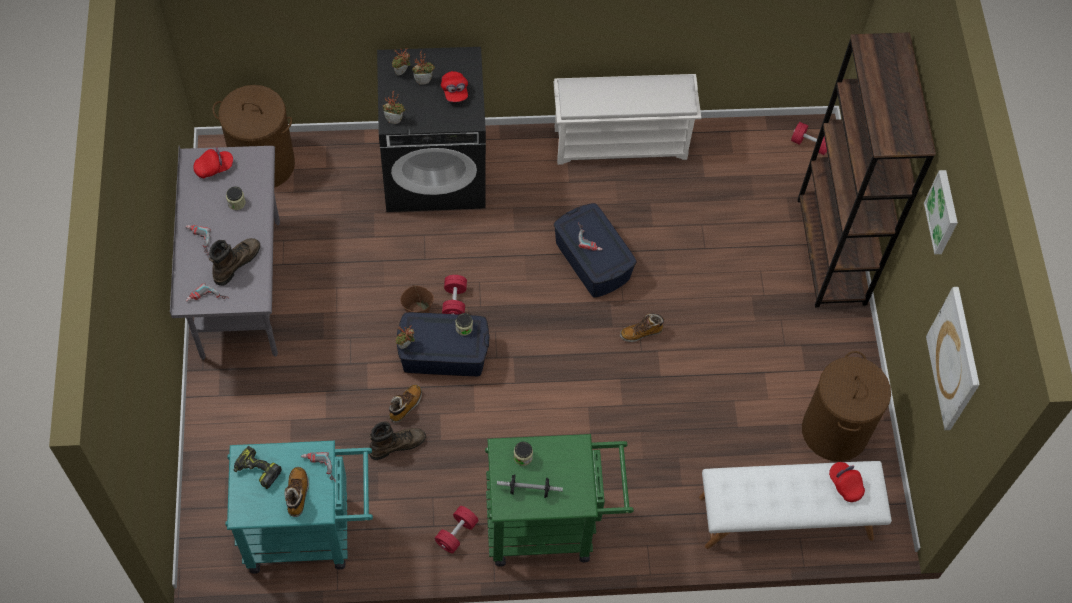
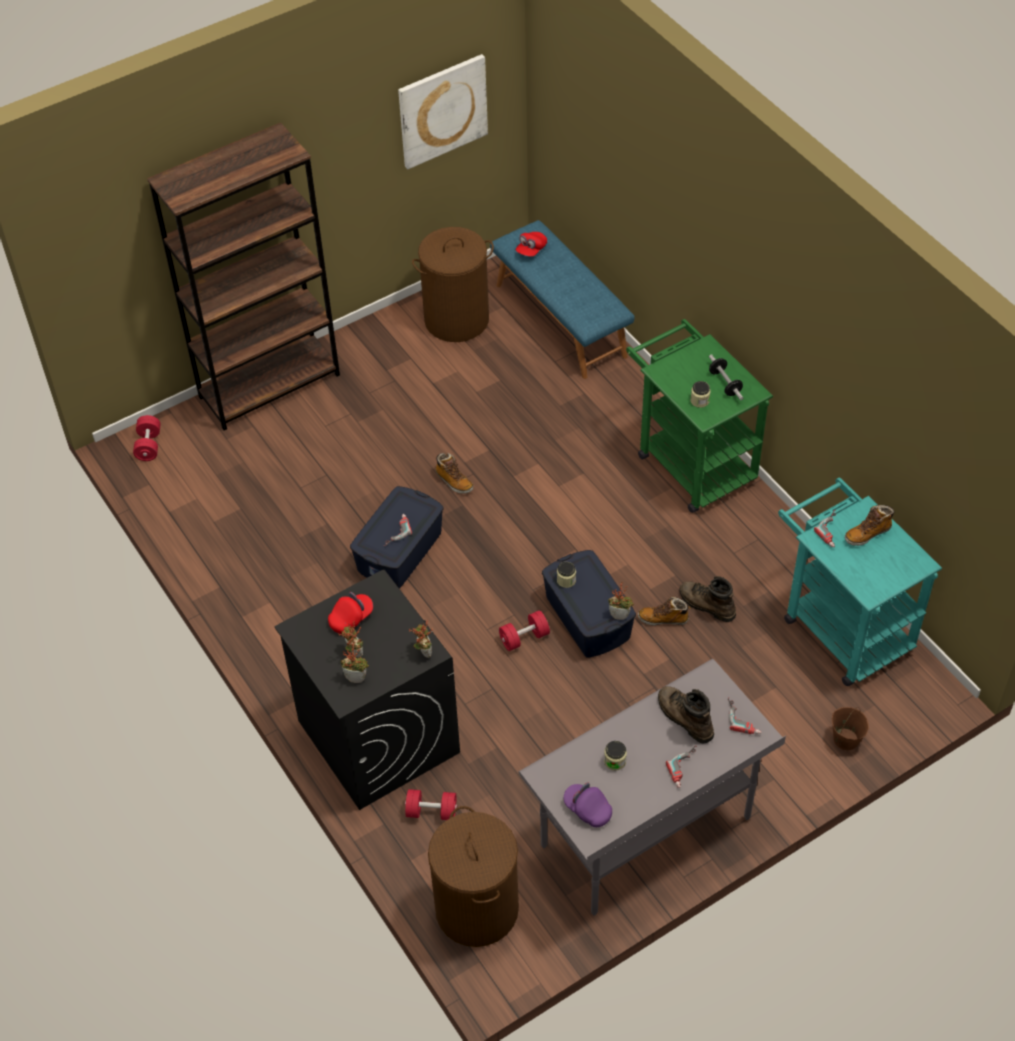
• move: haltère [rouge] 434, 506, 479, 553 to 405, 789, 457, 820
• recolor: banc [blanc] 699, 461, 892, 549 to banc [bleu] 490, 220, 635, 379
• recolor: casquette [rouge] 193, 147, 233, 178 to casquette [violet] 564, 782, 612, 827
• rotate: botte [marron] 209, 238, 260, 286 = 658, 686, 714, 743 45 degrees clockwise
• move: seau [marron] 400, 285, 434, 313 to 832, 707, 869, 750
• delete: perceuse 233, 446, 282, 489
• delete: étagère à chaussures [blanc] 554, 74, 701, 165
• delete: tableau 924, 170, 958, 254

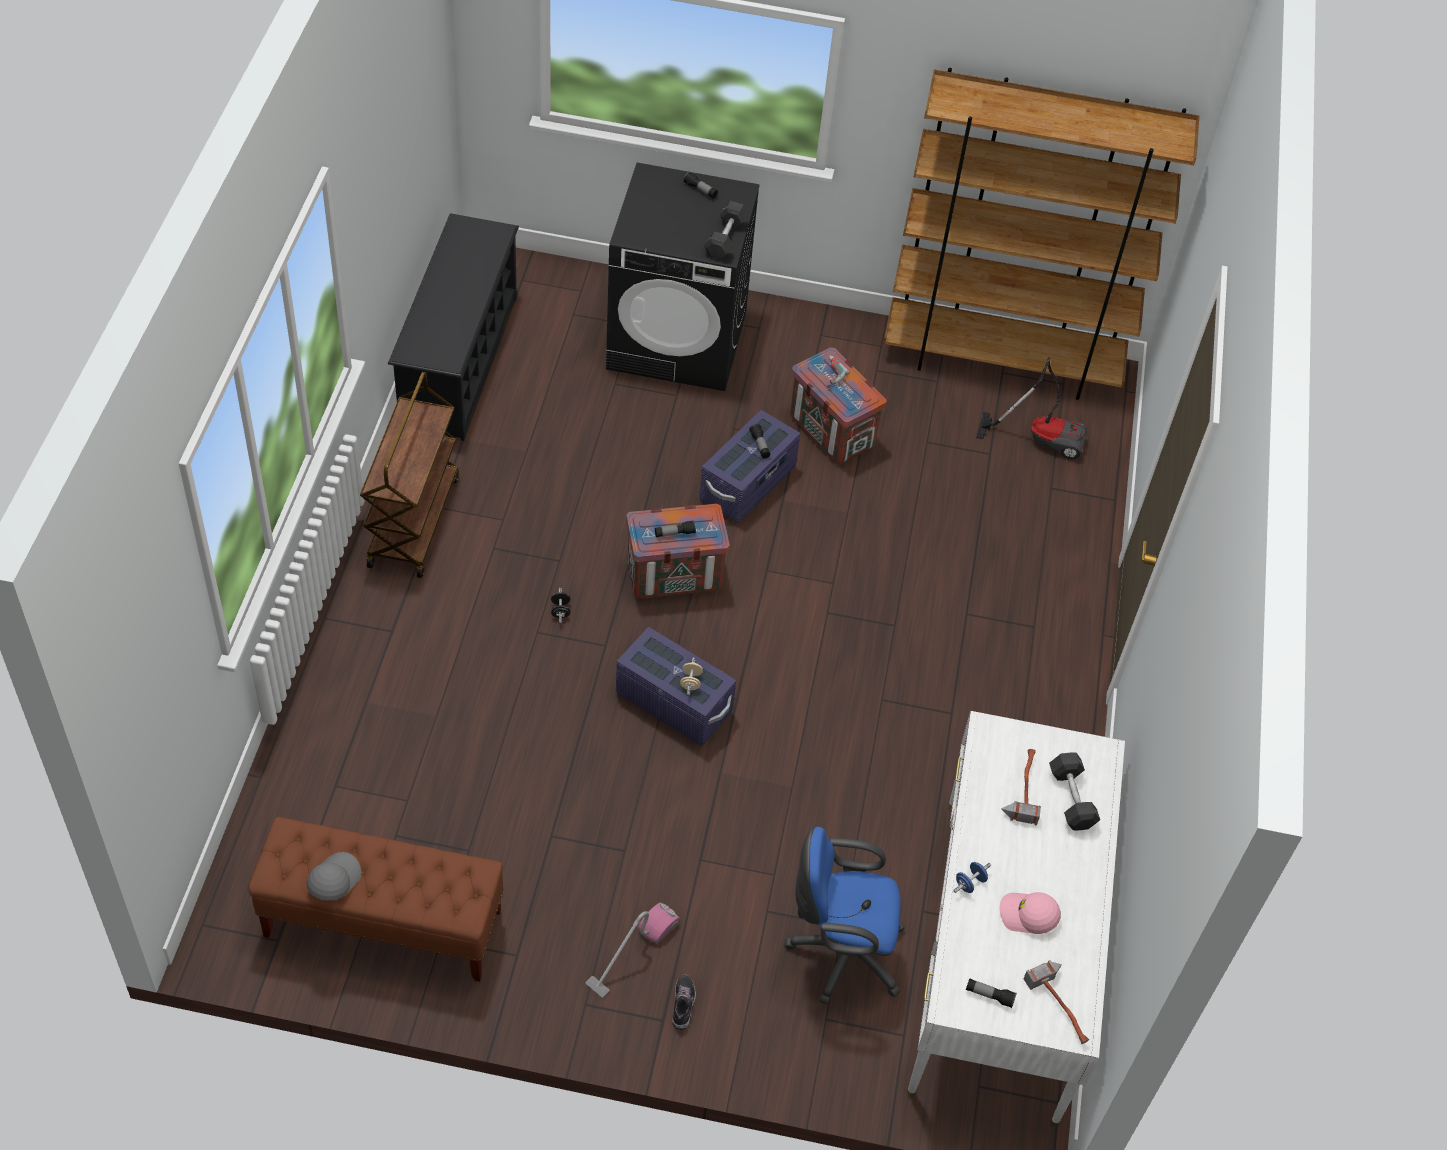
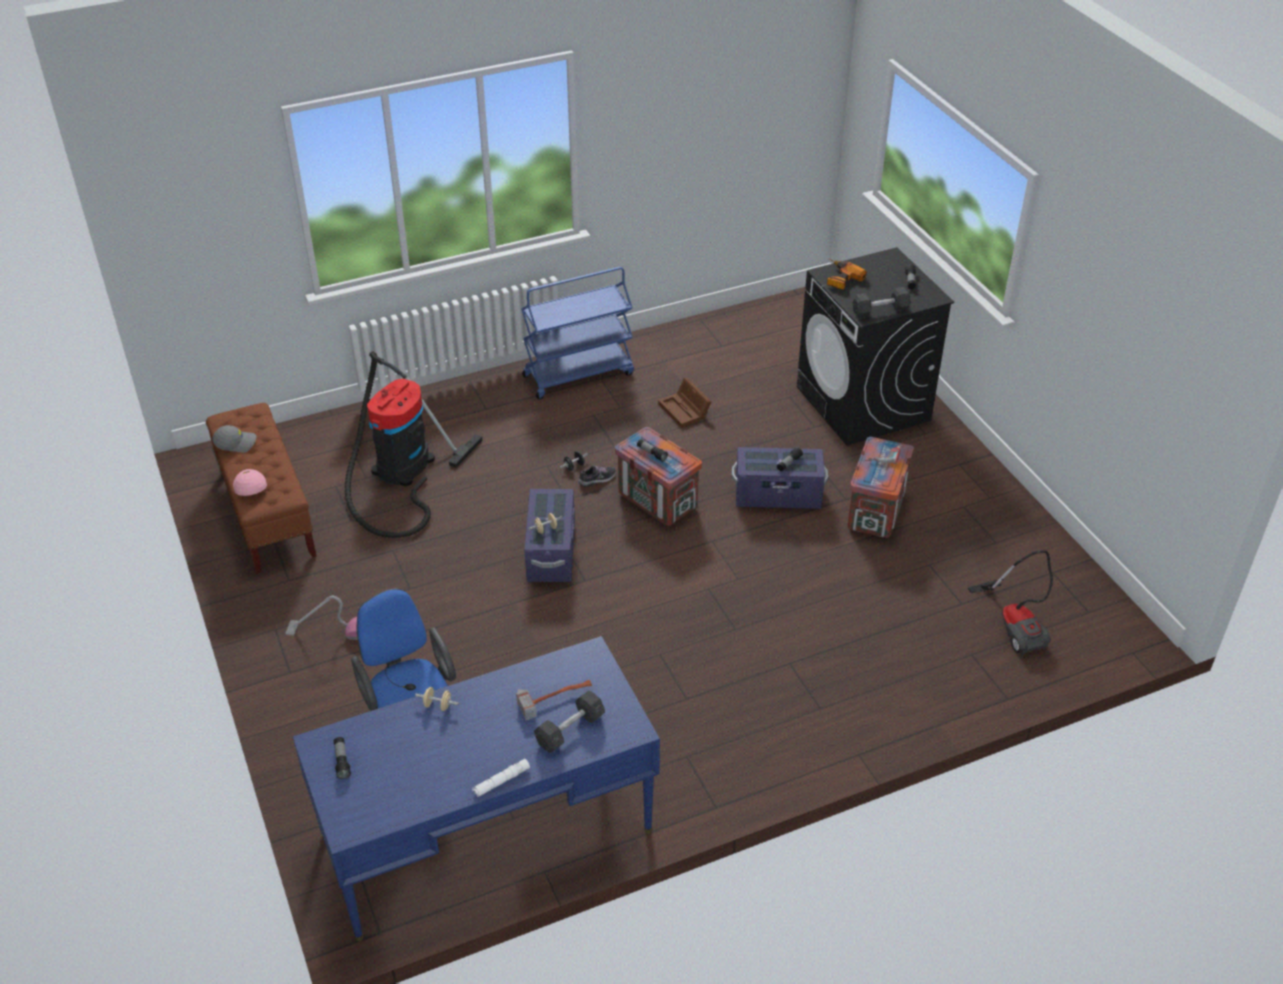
• move: casquette [rose] 999, 892, 1061, 934 to 233, 469, 267, 496
• recolor: bureau [blanc] 907, 711, 1125, 1127 to bureau [bleu] 293, 636, 660, 942
• insert: aspirateur 345, 351, 482, 538
• recolor: haltère [bleu] 953, 862, 991, 893 to haltère [beige] 415, 687, 459, 711
• insert: lampe de poche [blanc] 472, 759, 530, 797
• recolor: chariot [marron] 360, 372, 459, 578 to chariot [bleu] 521, 267, 634, 399
• move: chaussure 673, 975, 696, 1030 to 579, 466, 616, 487
• insert: boîte de rangement [marron] 658, 378, 711, 428
• insert: perceuse 827, 259, 867, 290
• delete: étagère à chaussures [noir] 388, 213, 519, 441
• delete: bibliothèque [marron] 883, 68, 1199, 400
• delete: marteau 1023, 960, 1089, 1044

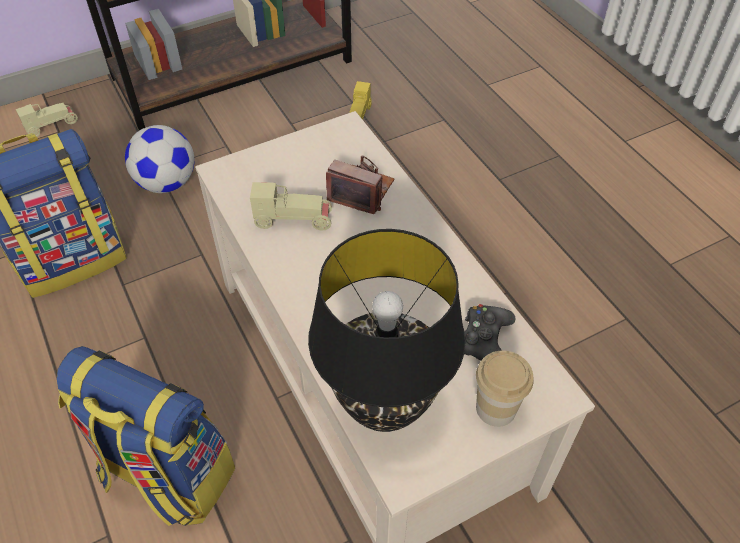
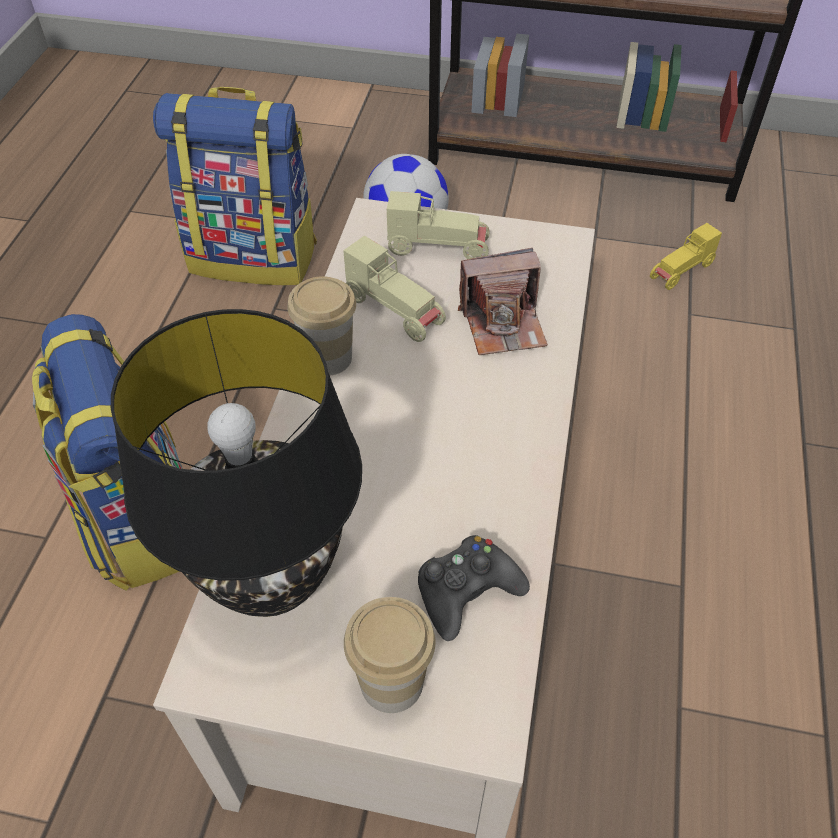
• insert: tasse 287, 276, 356, 376
• move: petite voiture [beige] 16, 103, 78, 137 to 387, 191, 490, 259
• rotate: appareil photo 326, 155, 394, 214 = 458, 248, 548, 355 105 degrees clockwise

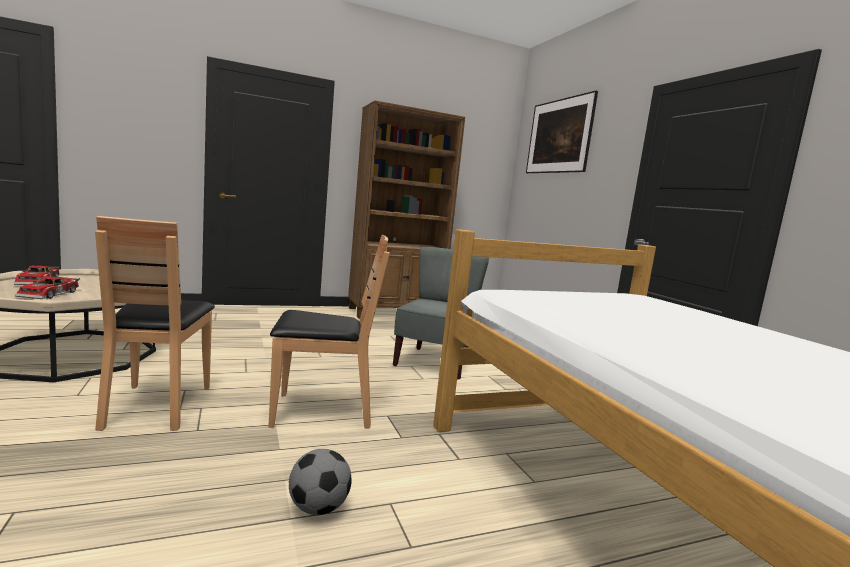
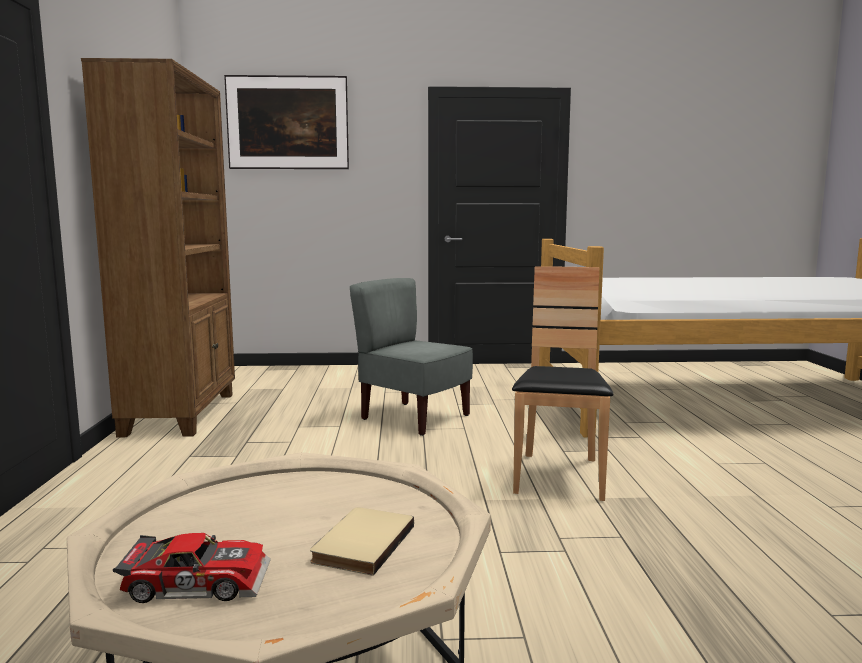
• replace: petite voiture 15, 276, 80, 299 to livre [beige] 310, 507, 414, 576
• delete: chaise [marron] 95, 216, 215, 431
• delete: ballon de foot 289, 449, 352, 515

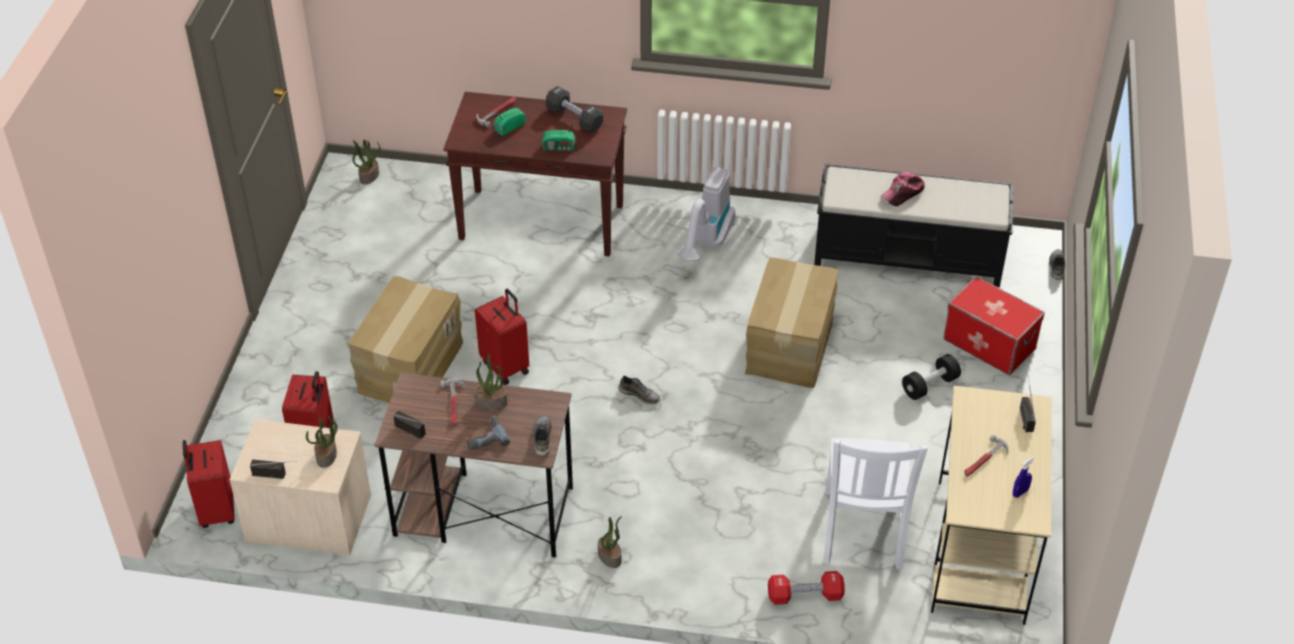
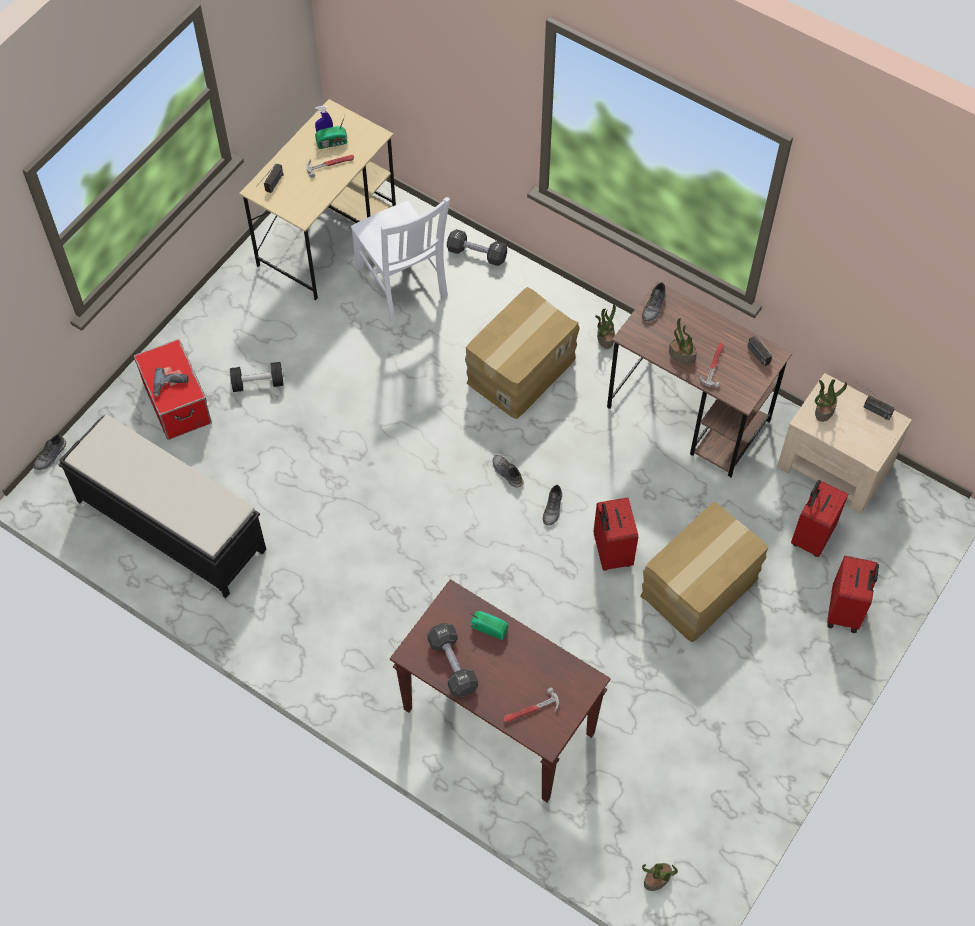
• move: perceuse 467, 417, 510, 450 to 153, 368, 188, 397
• move: radio 494, 108, 526, 136 to 315, 116, 347, 149
• rotate: chaise [blanc] 823, 438, 928, 569 = 351, 197, 450, 322 120 degrees clockwise
• recolor: haltère [rouge] 768, 571, 845, 605 to haltère [noir] 447, 229, 507, 266
• move: carton 745, 257, 838, 388 to 465, 287, 580, 419
• insert: chaussure [gris] 543, 485, 562, 526
• move: valise [rouge] 183, 440, 235, 528 to 827, 556, 879, 633
• delete: aspirateur 677, 167, 735, 261
• delete: casquette 881, 172, 925, 206

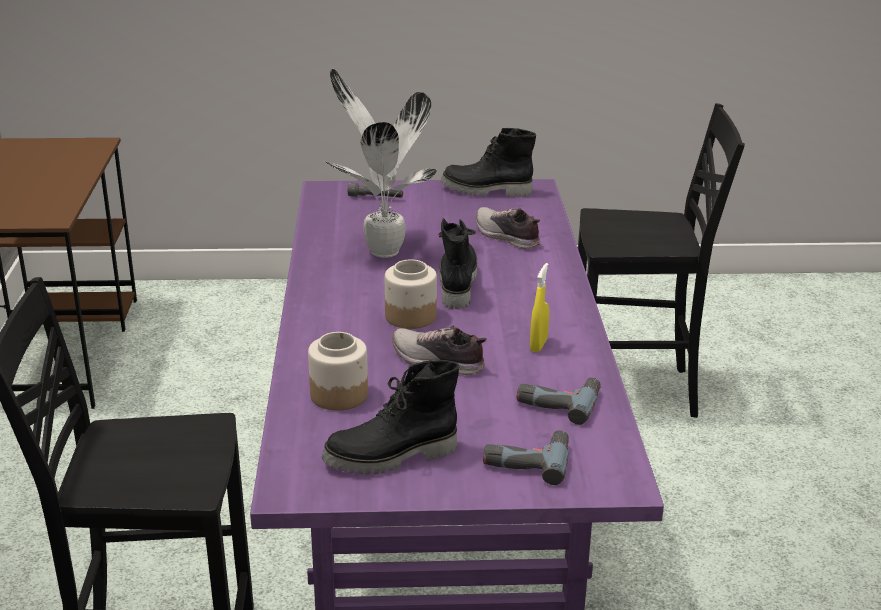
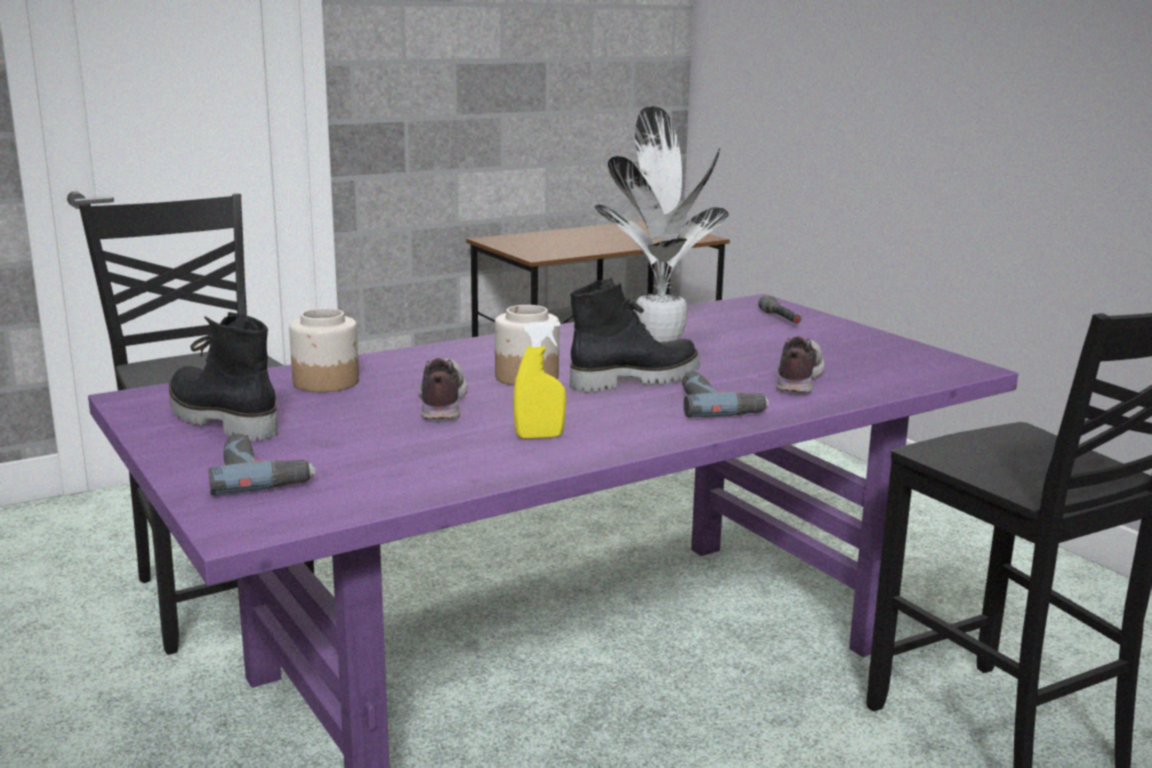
• move: perceuse 517, 377, 601, 425 to 682, 371, 770, 418
• delete: botte [noir] 441, 128, 536, 197

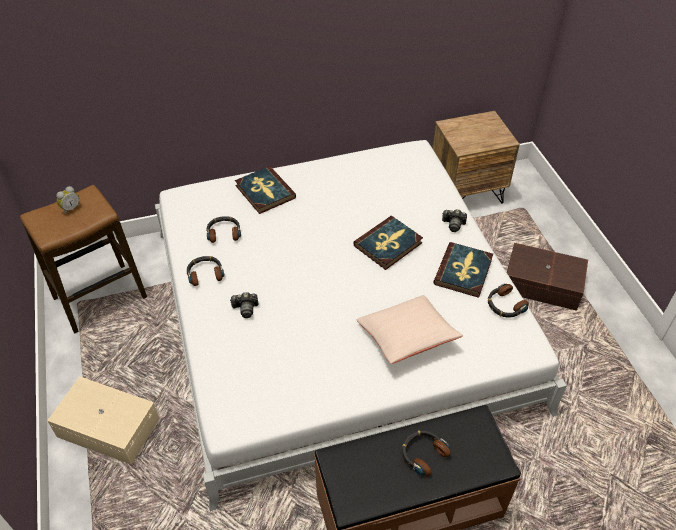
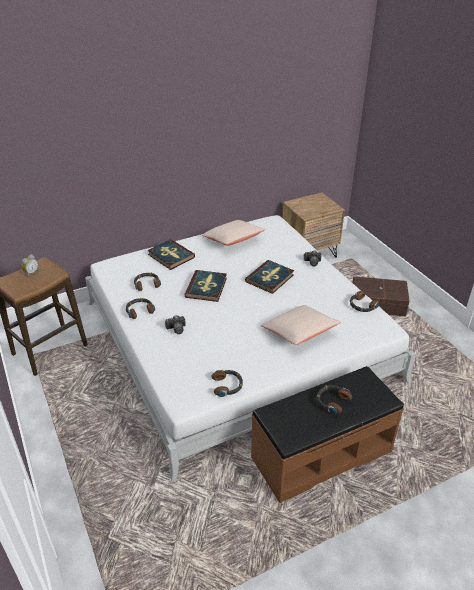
• move: livre 433, 242, 493, 298 to 185, 270, 227, 302
• insert: coussin [beige] 202, 220, 266, 246
• insert: casque audio 211, 370, 243, 397
• delete: boîte de rangement [beige] 47, 376, 160, 464

